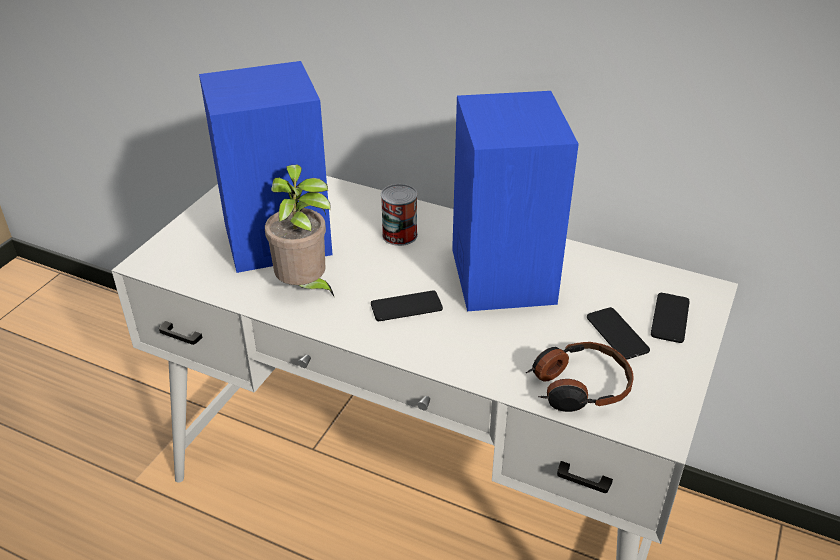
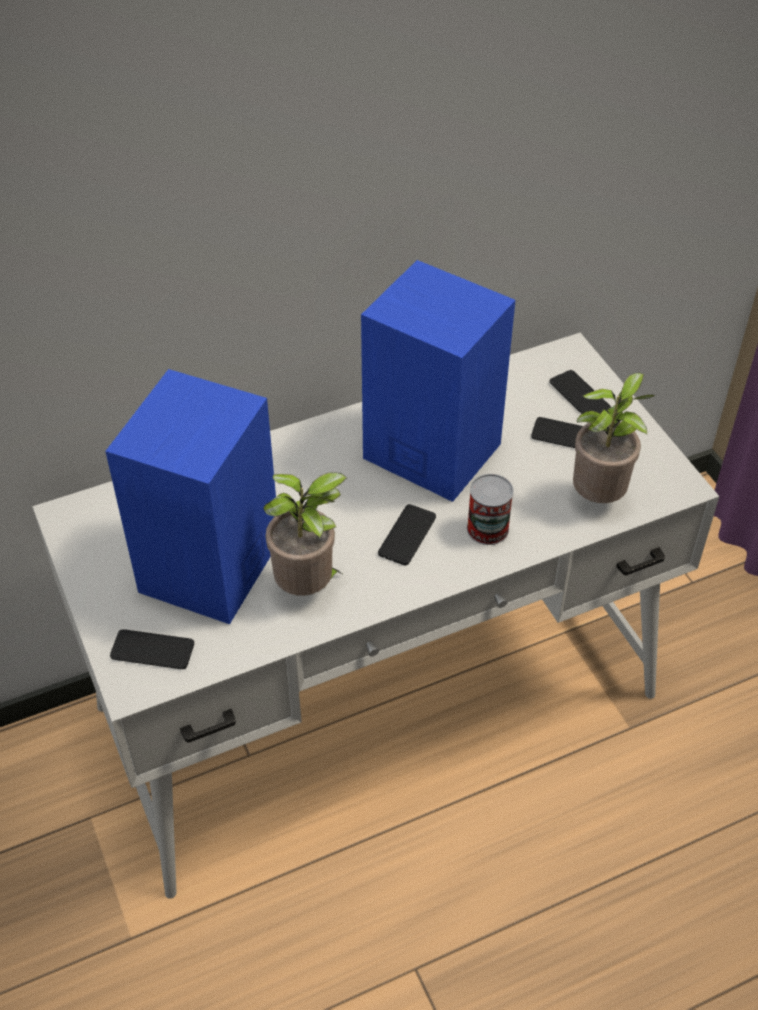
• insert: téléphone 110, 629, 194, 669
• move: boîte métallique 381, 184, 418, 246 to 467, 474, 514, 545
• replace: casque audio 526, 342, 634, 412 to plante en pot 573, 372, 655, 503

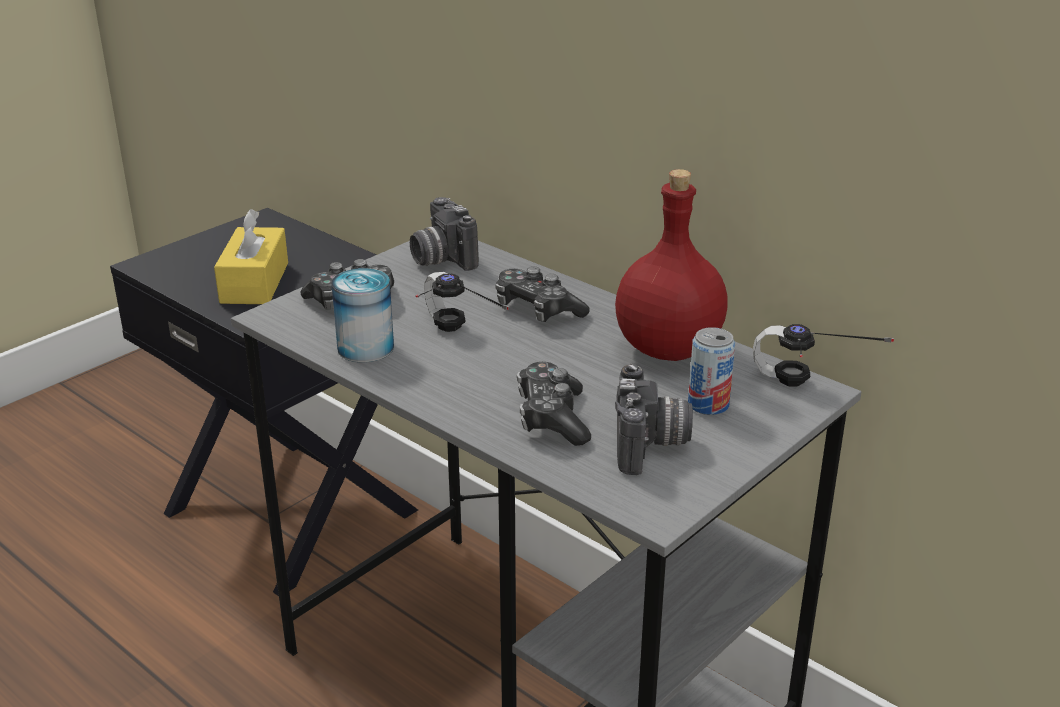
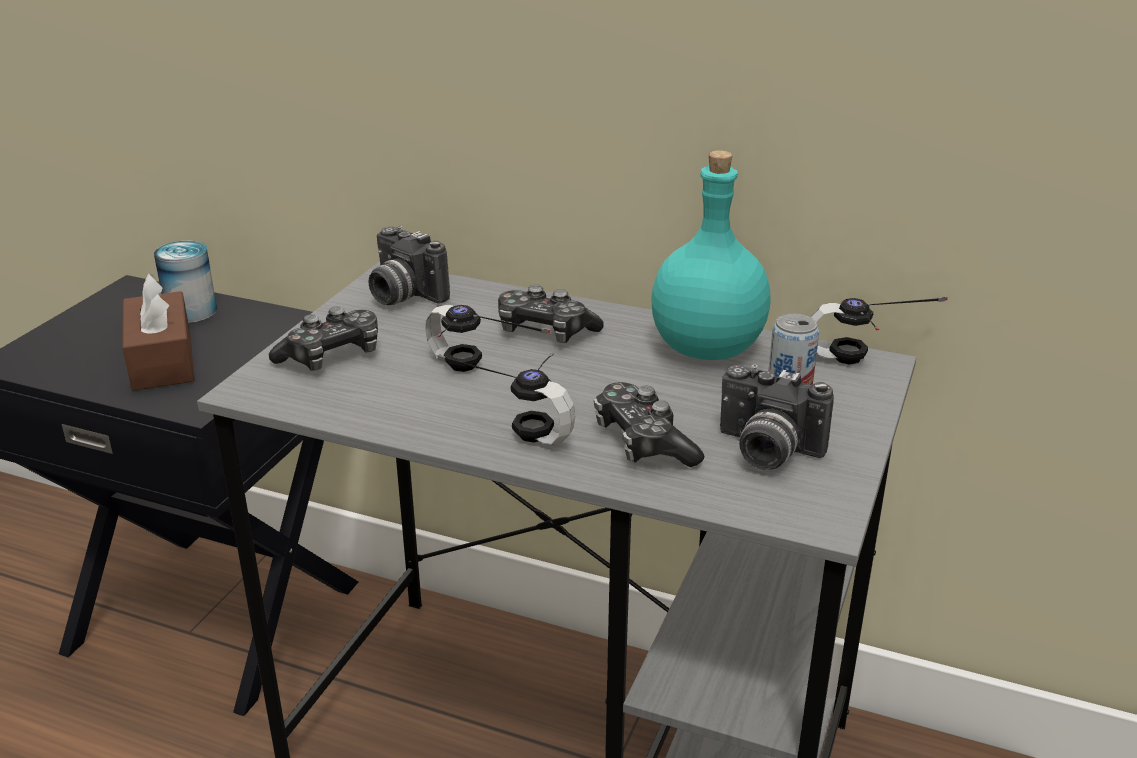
• recolor: boîte à mouchoirs [jaune] 214, 209, 288, 304 to boîte à mouchoirs [marron] 122, 274, 195, 391
• move: boîte métallique 331, 268, 394, 362 to 154, 241, 217, 323
• insert: casque audio 436, 353, 575, 445
• recolor: bouteille [rouge] 615, 169, 728, 361 to bouteille [turquoise] 651, 150, 771, 360
• rotate: appareil photo 615, 364, 693, 475 = 720, 364, 834, 470 135 degrees clockwise

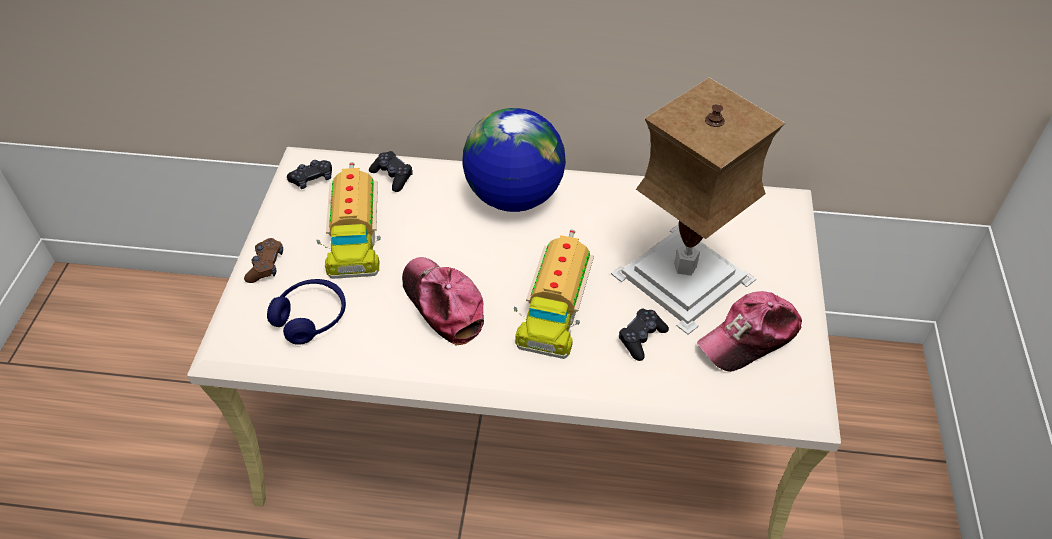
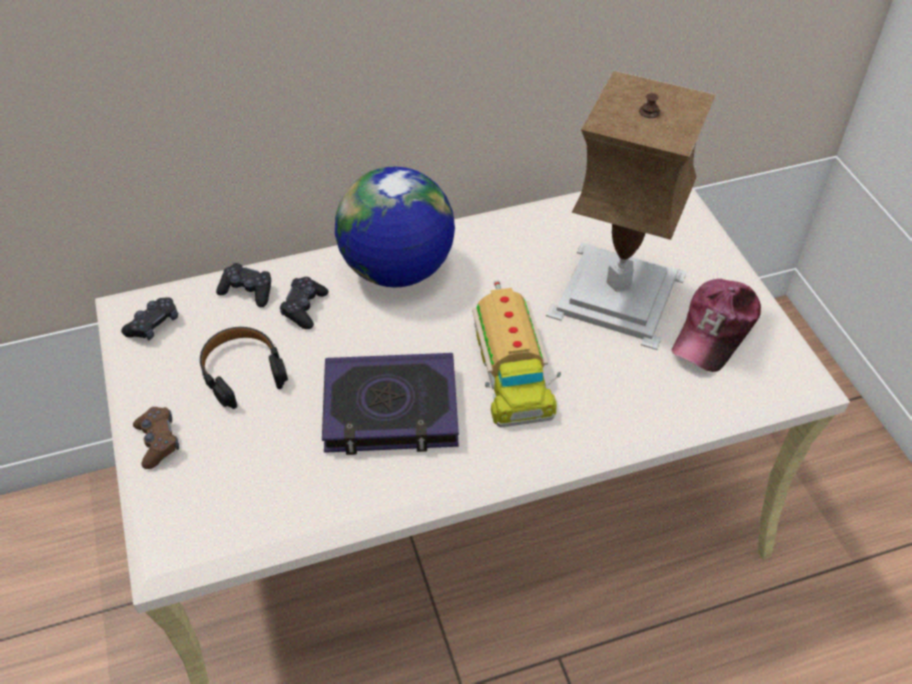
• replace: camion jouet 317, 162, 381, 279 to casque audio [noir] 200, 327, 288, 409
• move: manette [noir] 619, 308, 669, 361 to 280, 277, 329, 329
• replace: casquette 402, 257, 484, 346 to livre 322, 353, 459, 455
• delete: casque audio [bleu] 267, 279, 346, 345

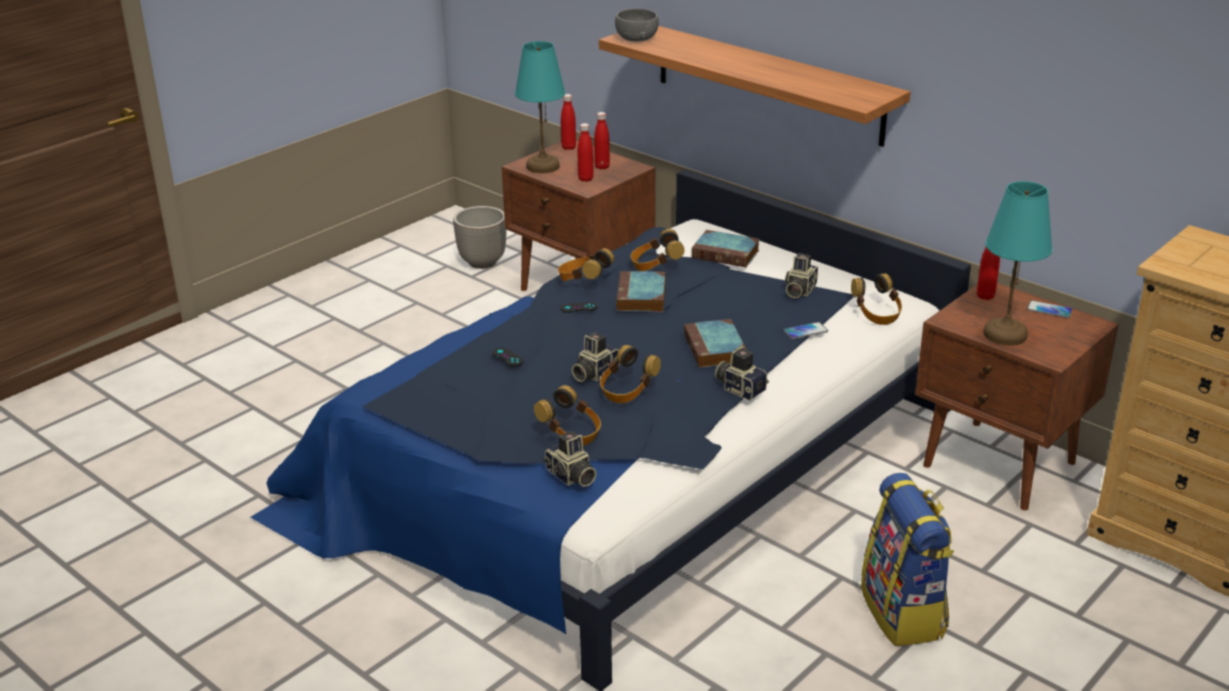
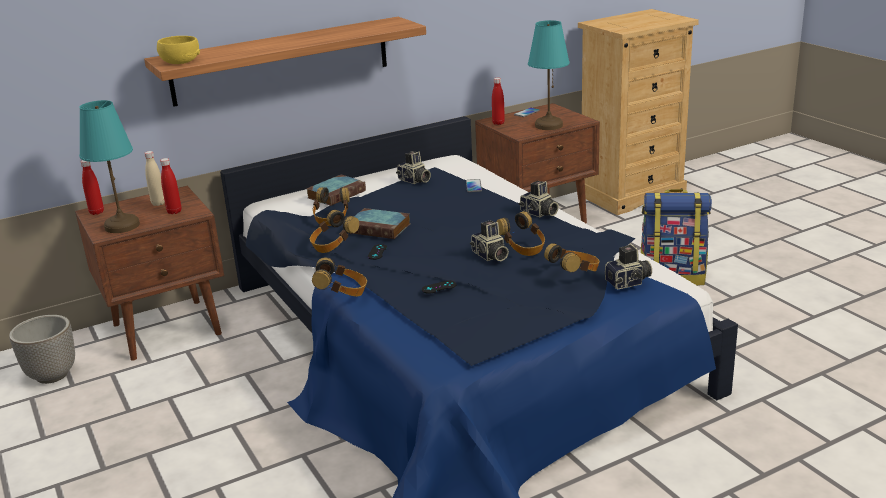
• recolor: bouteille [rouge] 594, 112, 610, 170 to bouteille [beige] 144, 151, 165, 206
• recolor: bol [gris] 615, 9, 659, 42 to bol [jaune] 157, 36, 200, 64
• move: casque audio 851, 273, 902, 325 to 312, 258, 367, 297
• rotate: appareil photo 715, 346, 769, 401 = 519, 181, 559, 217 105 degrees counterclockwise
• delete: livre 684, 319, 747, 368

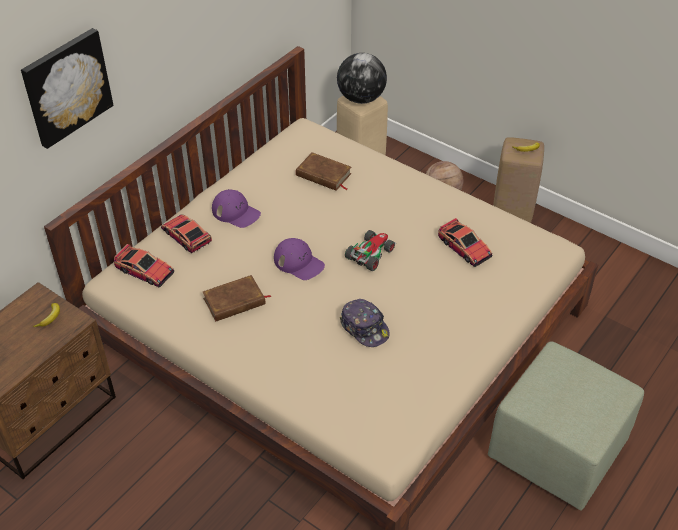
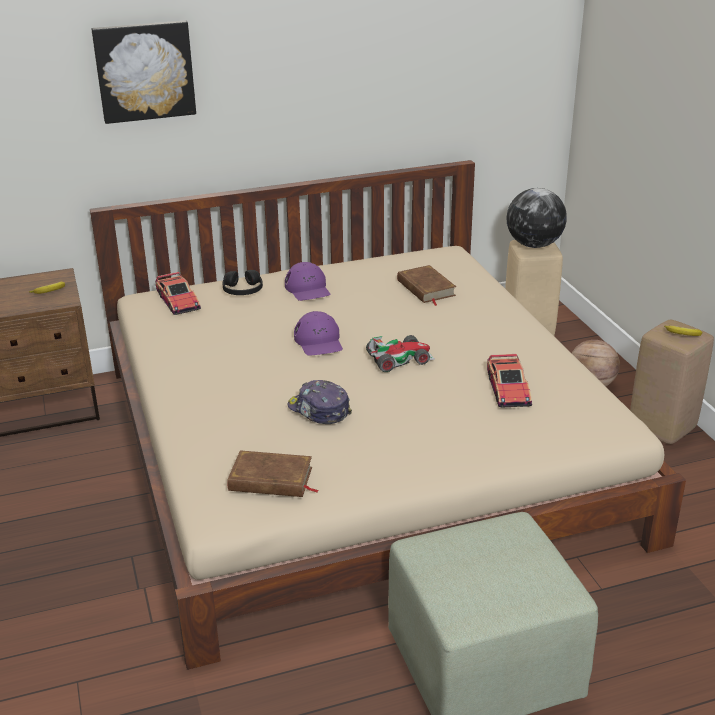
• replace: petite voiture 161, 215, 212, 253 to casque audio [noir] 223, 270, 263, 295
• move: livre [marron] 203, 275, 271, 321 to 227, 450, 319, 497
• rotate: casquette 340, 299, 390, 347 = 288, 380, 352, 424 135 degrees clockwise

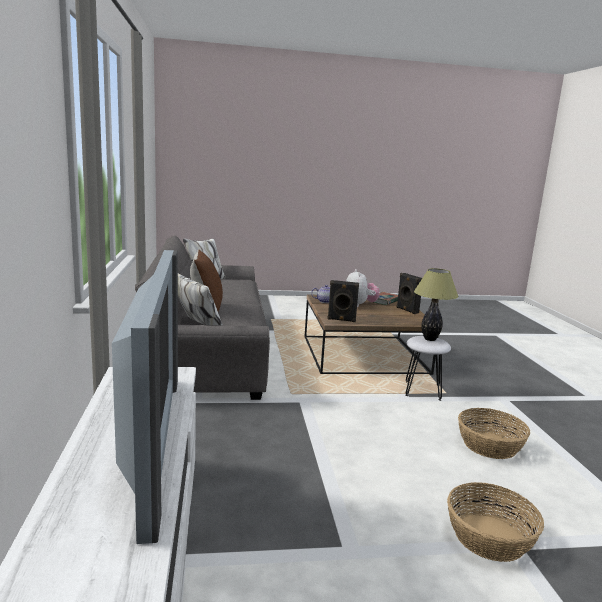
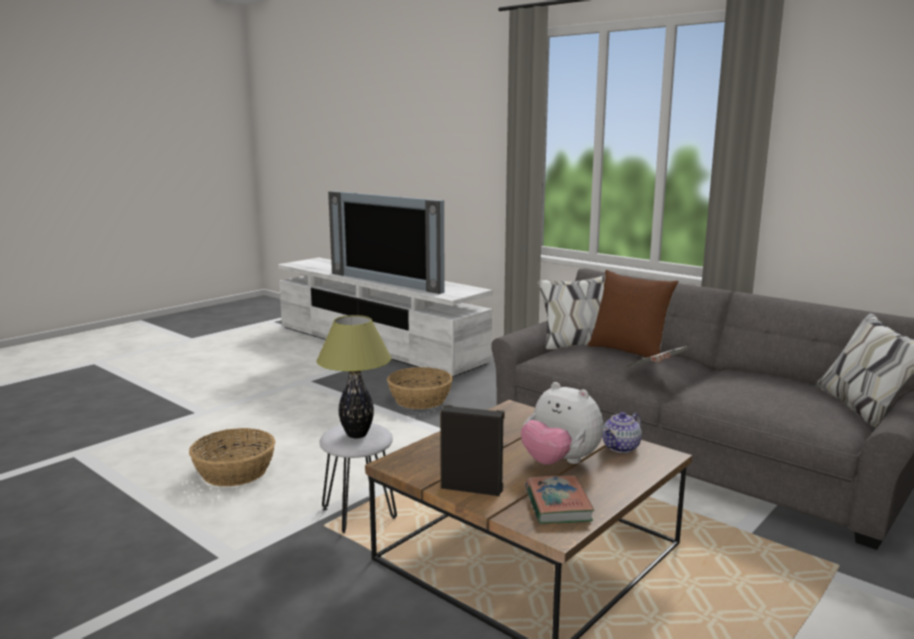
• move: panier 447, 482, 544, 562 to 387, 367, 453, 409
• insert: journal 624, 346, 692, 368
• delete: enceinte [noir] 327, 280, 359, 322

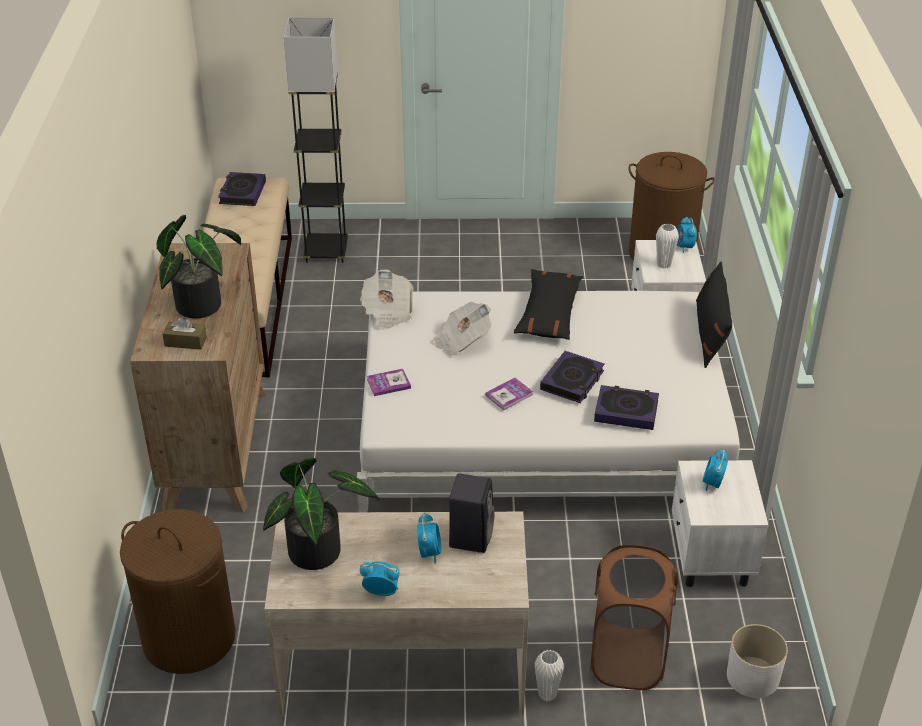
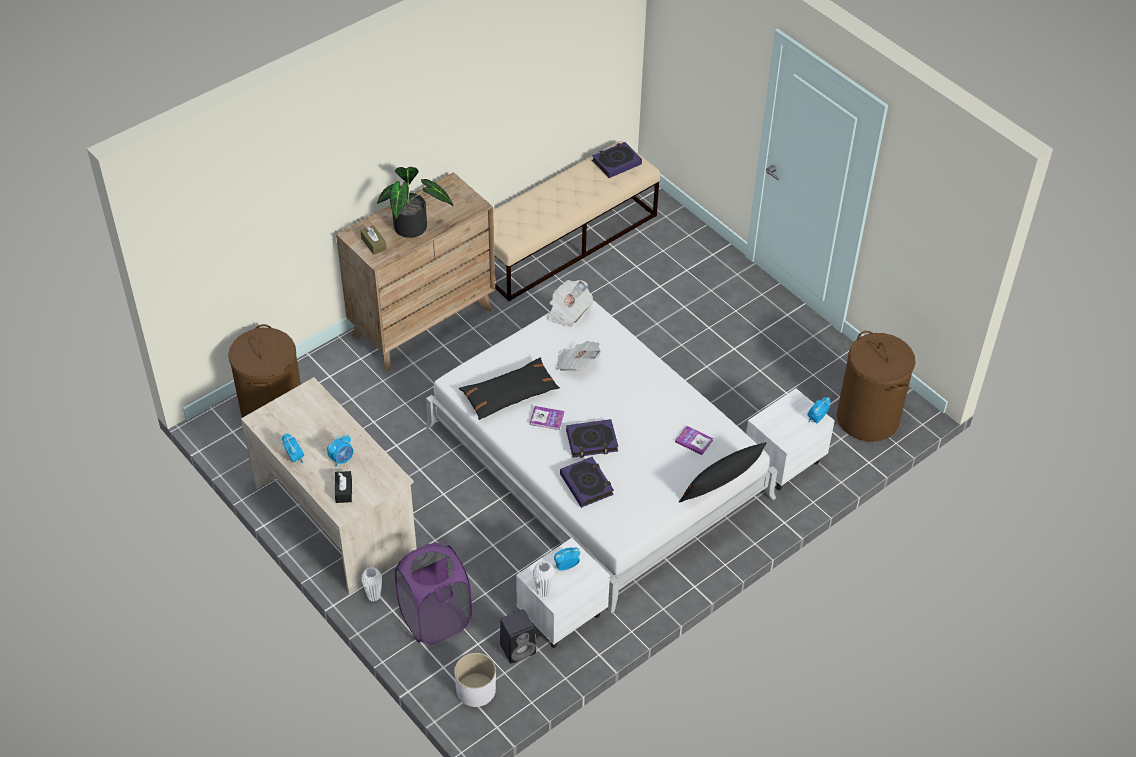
• insert: boîte à mouchoirs [noir] 335, 471, 352, 503
• recolor: panier à linge [marron] 590, 545, 678, 690 to panier à linge [violet] 395, 543, 472, 645
• move: coussin [noir] 514, 269, 583, 340 to 459, 357, 560, 420
• move: enceinte [noir] 449, 473, 495, 553 to 500, 609, 536, 664
• move: vase [blanc] 656, 224, 679, 269 to 533, 561, 555, 597
• move: livre 367, 369, 411, 396 to 675, 426, 713, 455
• delete: plante en pot 263, 457, 380, 570
• delete: lampadaire [gris] 284, 17, 348, 263

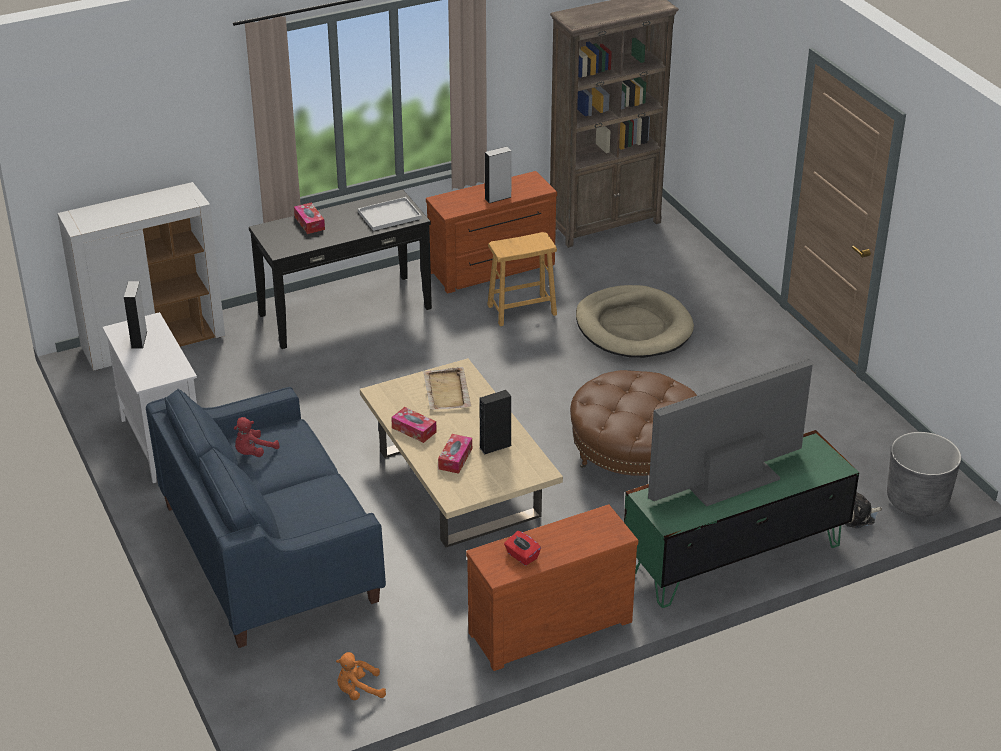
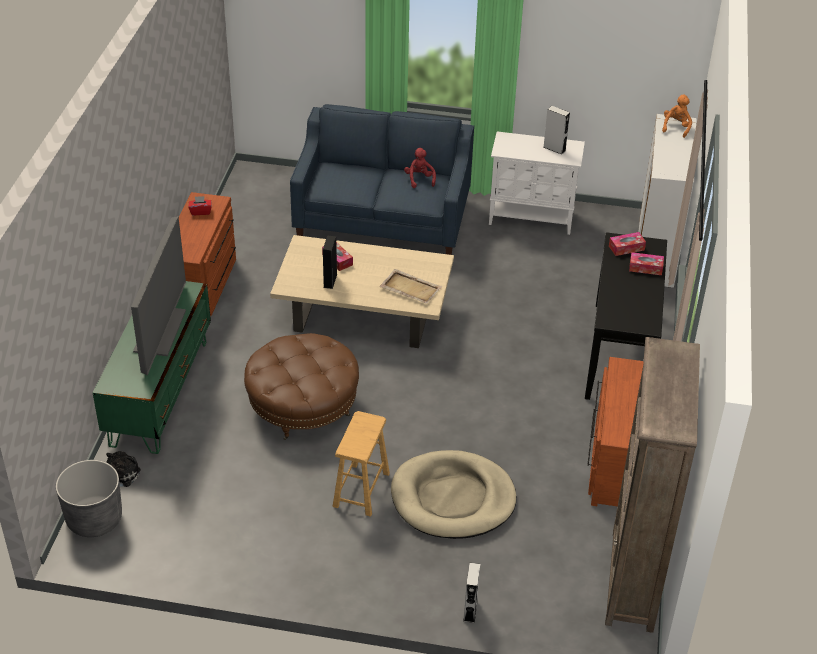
• move: tabouret [marron] 487, 232, 557, 326 to 333, 411, 390, 517
• move: enceinte [gris] 485, 146, 512, 203 to 463, 563, 480, 623
• move: boîte à mouchoirs 391, 407, 437, 443 to 609, 232, 646, 256
• move: peluche [orange] 336, 652, 386, 700 to 662, 95, 692, 138
• delete: plateau [blanc] 358, 197, 422, 231

